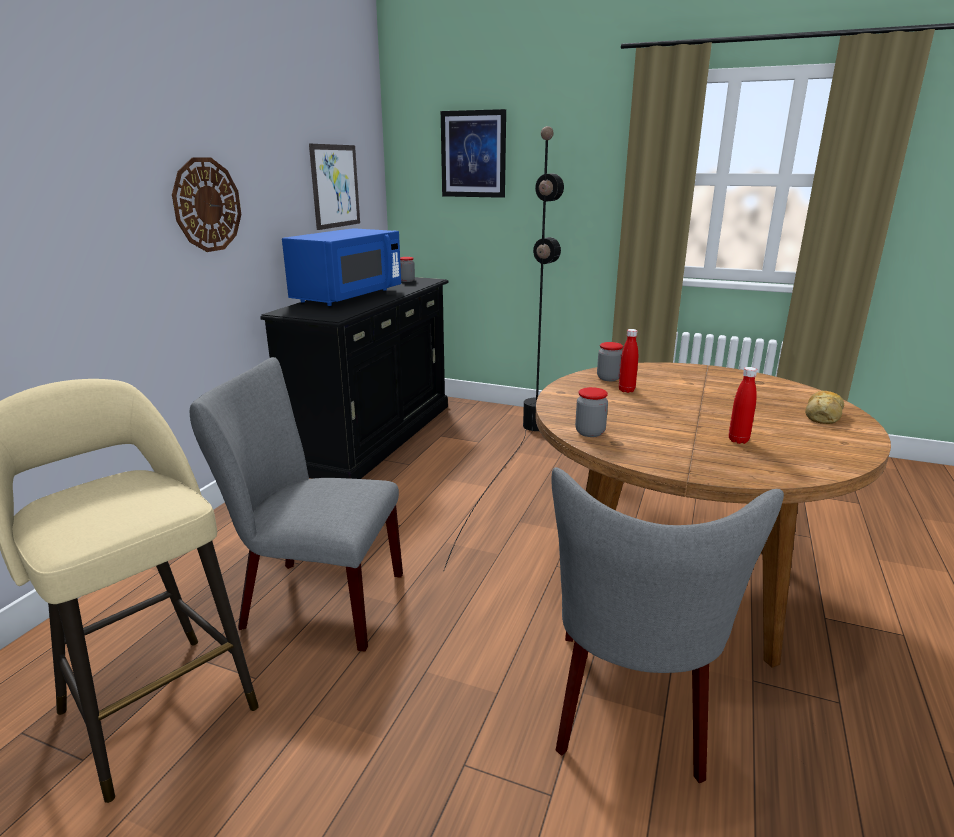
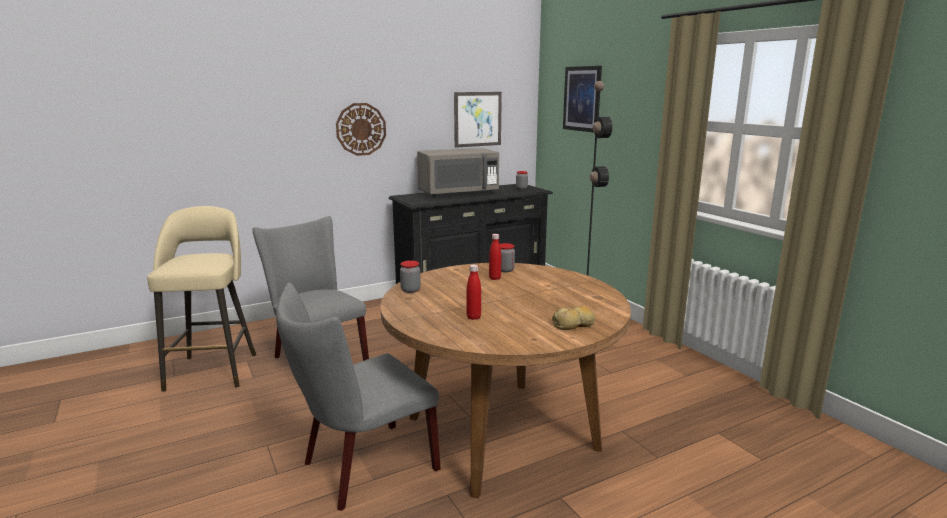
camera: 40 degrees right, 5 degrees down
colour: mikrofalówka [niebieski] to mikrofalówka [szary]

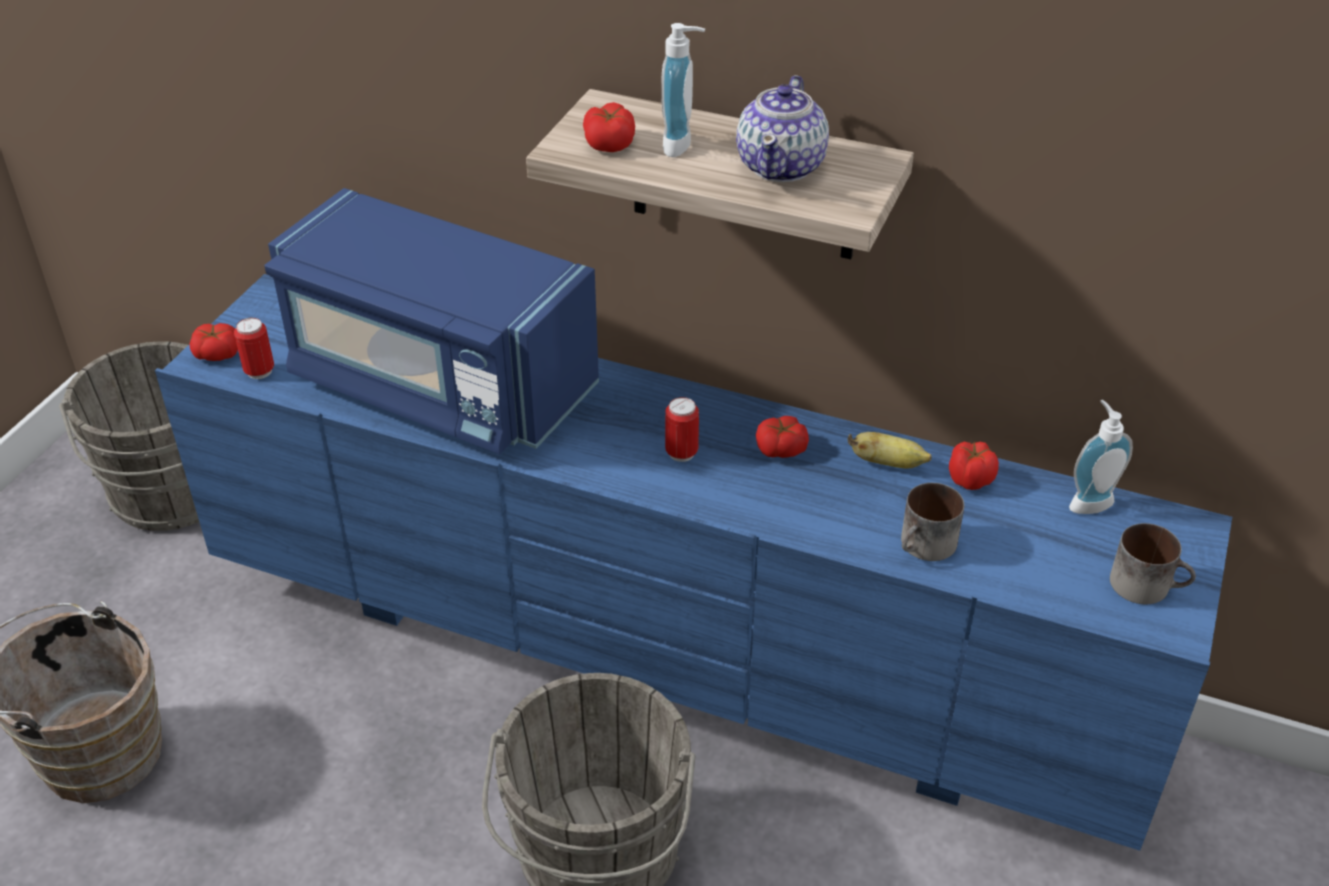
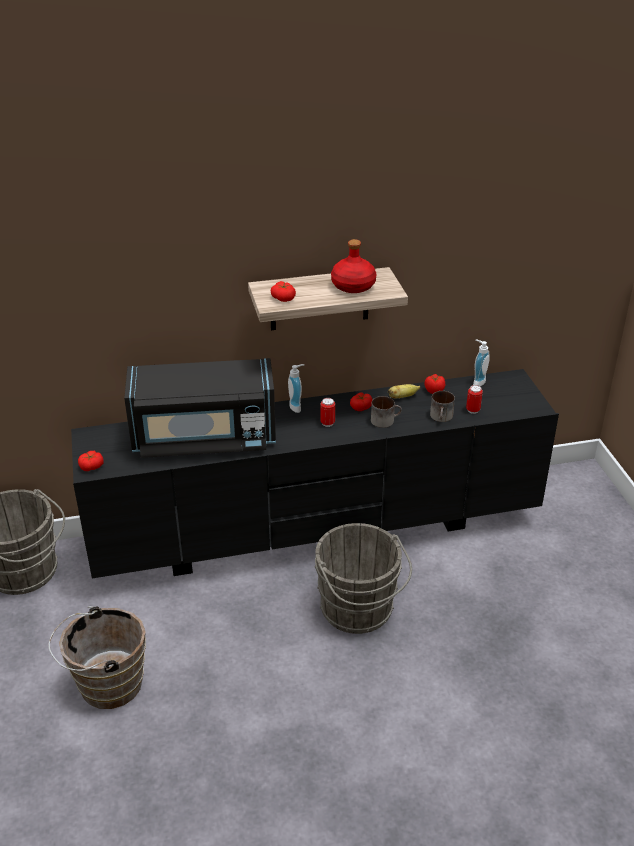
camera: 35 degrees left, 5 degrees down
relocated: puszka (no. 1 from left in the first image) to puszka (no. 2 from left); dozownik mydła (no. 1 from left); kubek (no. 2 from left in the first image) to kubek (no. 1 from left)
exchanged: imbryk to butelka [czerwony]
colour: szafka [niebieski] to szafka [czarny]; mikrofalówka [niebieski] to mikrofalówka [czarny]

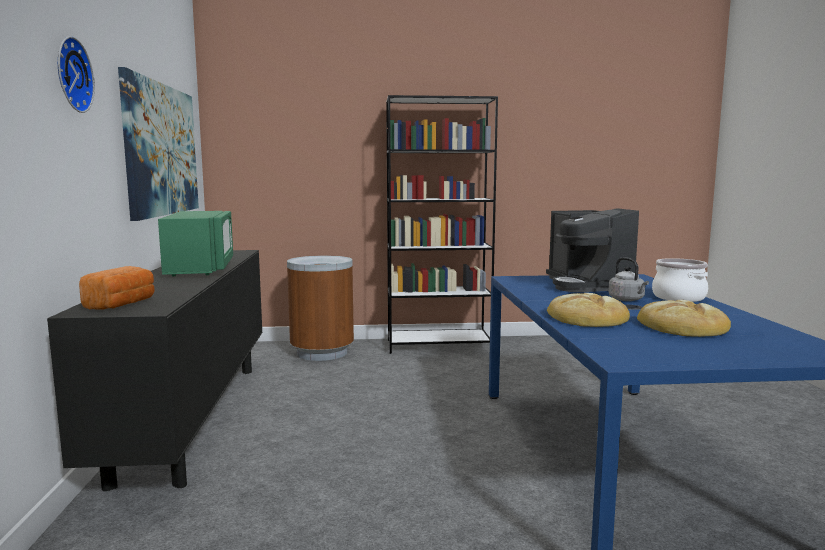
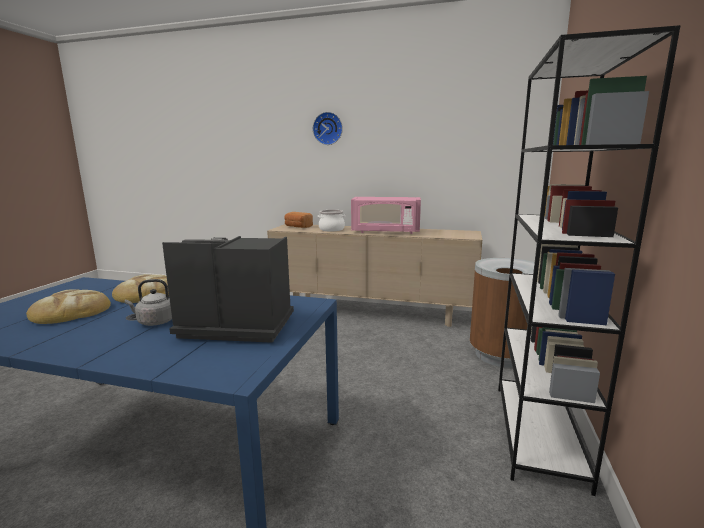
camera: 110 degrees right, 5 degrees up
missing: obraz
relocated: garnek
colour: szafka [czarny] to szafka [beżowy]; mikrofalówka [zielony] to mikrofalówka [różowy]

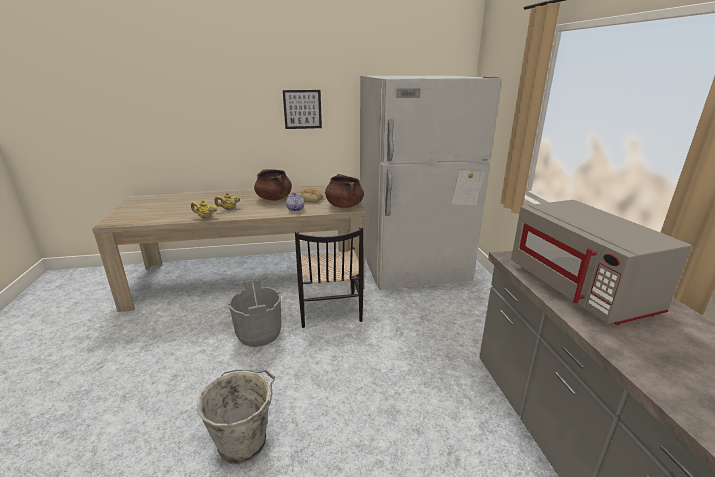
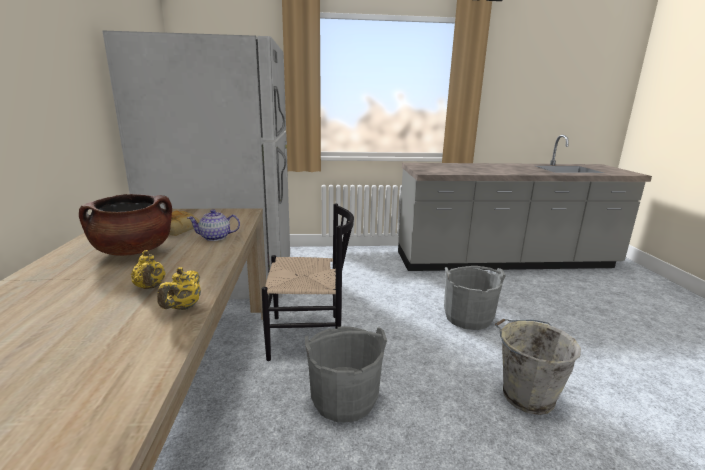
camera: 85 degrees left, 5 degrees down
missing: obraz; garnek [brązowy] (no. 2 from left); mikrofalówka [szary]
appeared: wiadro [szary] (no. 2 from left)

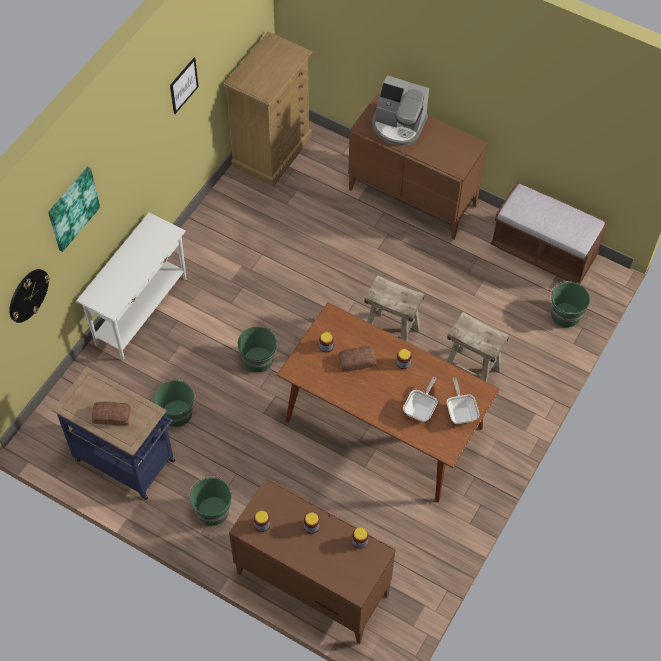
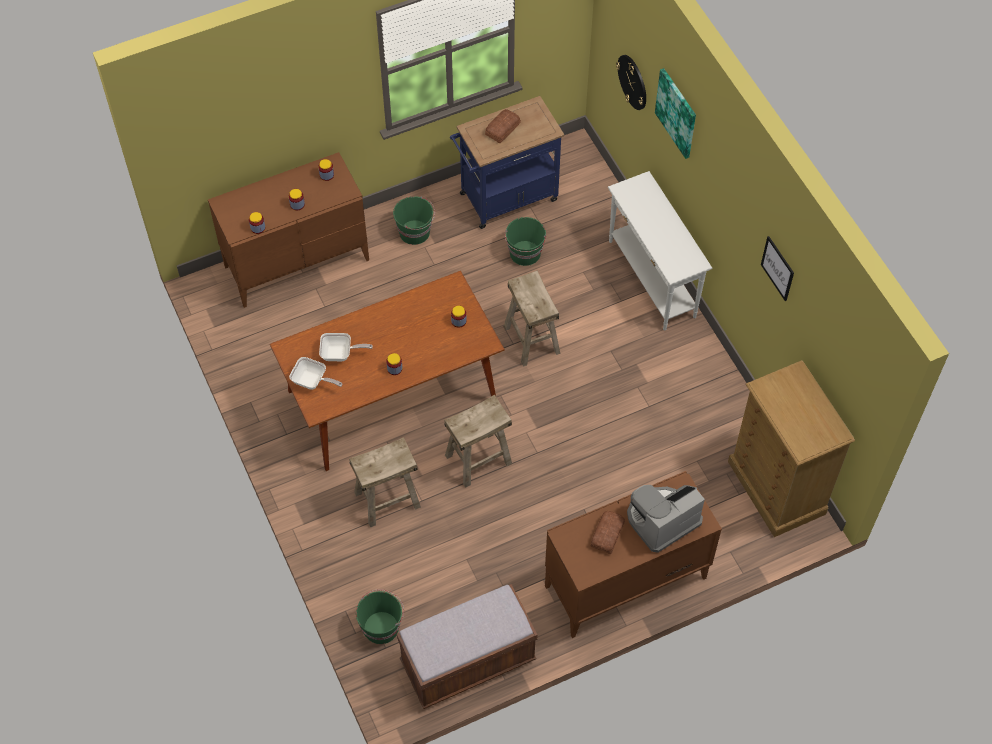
camera: 125 degrees right, 0 degrees up
relocated: chleb (no. 2 from left)
exchanged: wiadro [zielony] (no. 3 from left) to stołek [beżowy] (no. 3 from left)
spun: patelnia (no. 1 from left in the first image) 60 degrees counterclockwise

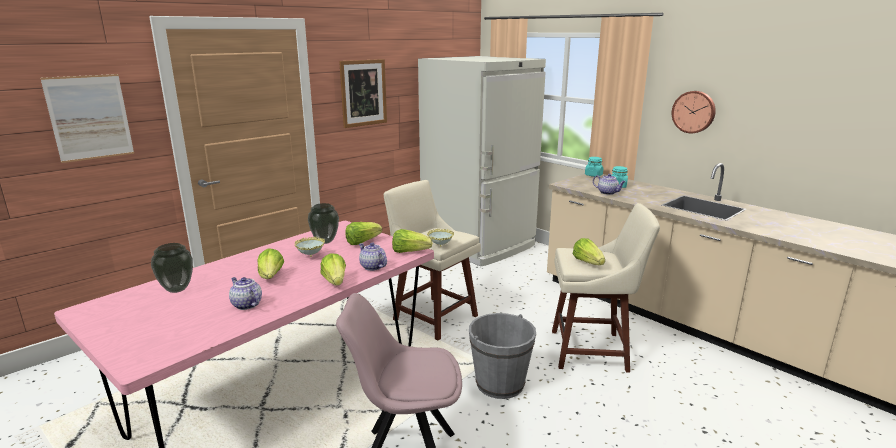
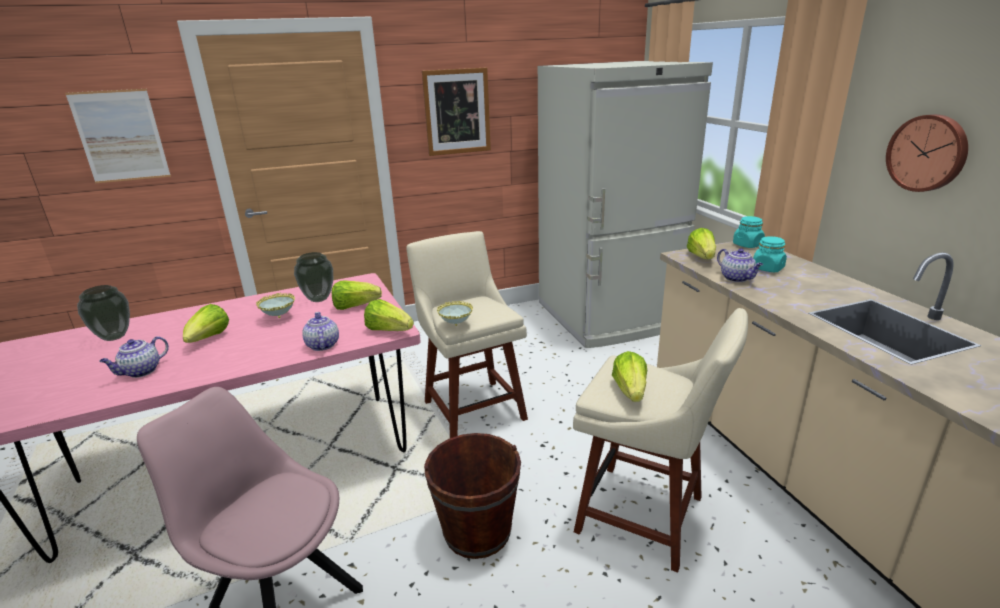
camera: 25 degrees right, 5 degrees up
relocated: sałata (no. 2 from left in the first image) to sałata (no. 5 from left)
colour: wiadro [szary] to wiadro [brązowy]
spun: imbryk (no. 1 from left) 120 degrees counterclockwise

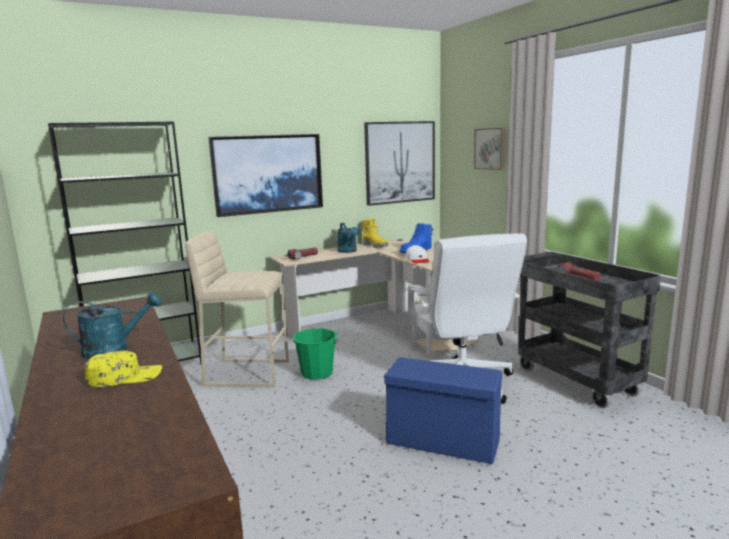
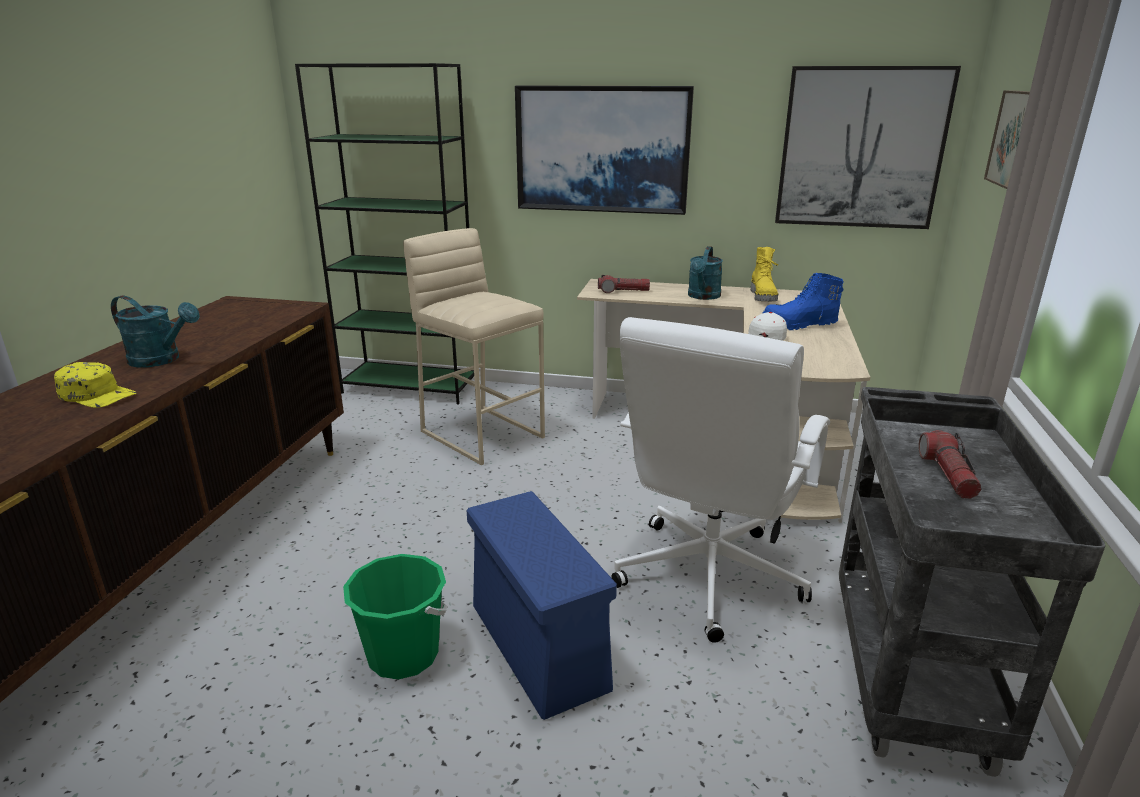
camera: 40 degrees right, 10 degrees up
relocated: wiadro [zielony]

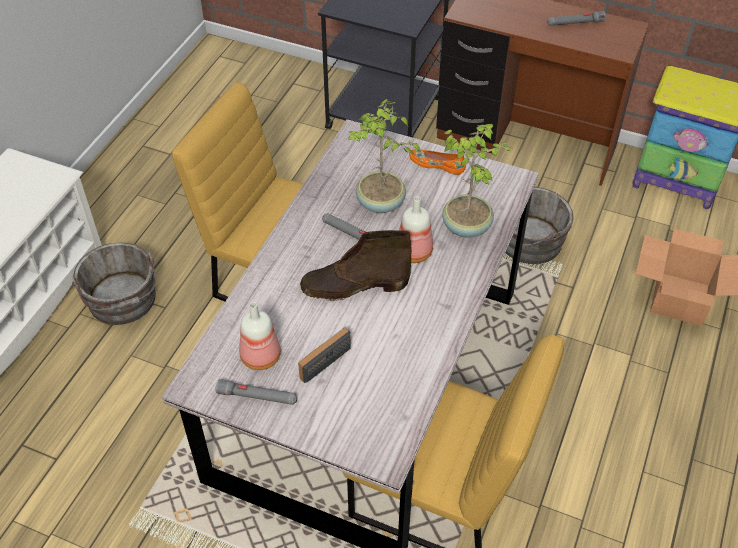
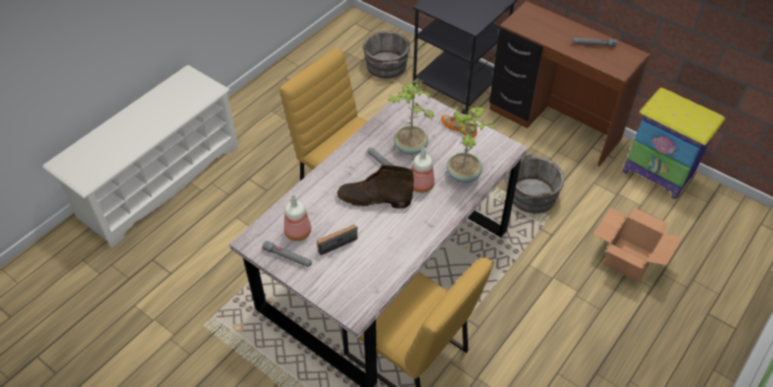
camera: 15 degrees right, 0 degrees up
relocated: wiadro [szary] (no. 1 from left)

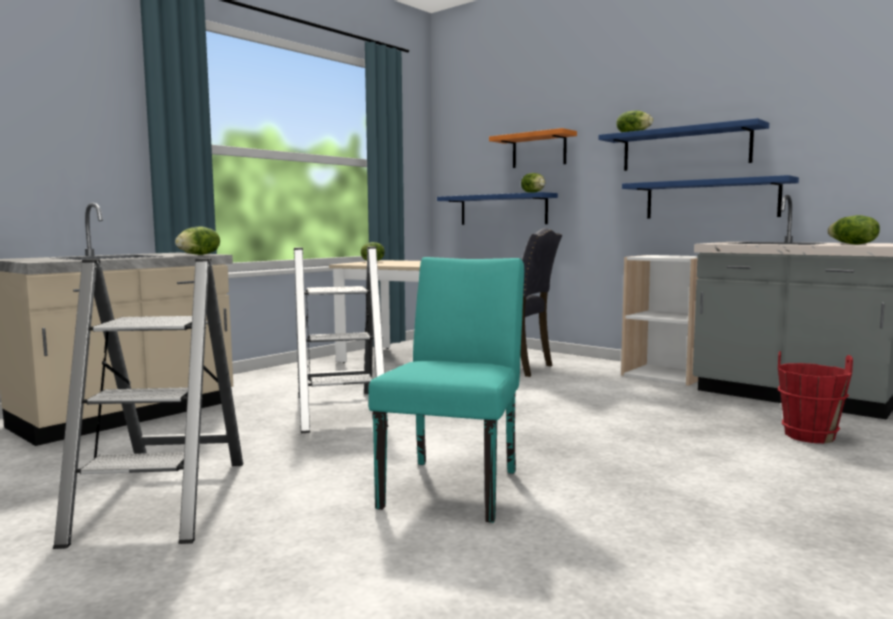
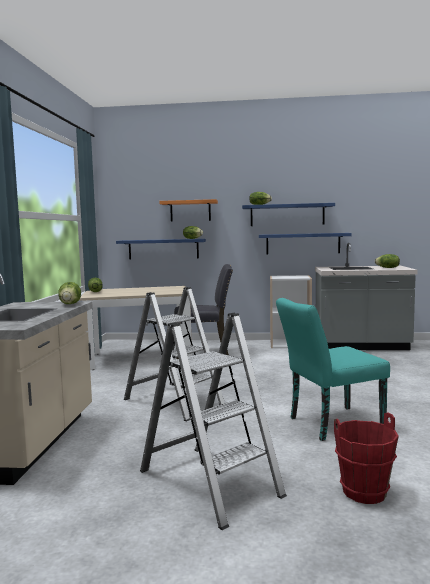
camera: 35 degrees left, 0 degrees up
relocated: wiadro [czerwony]
spun: krzesło [turkusowy] 90 degrees counterclockwise

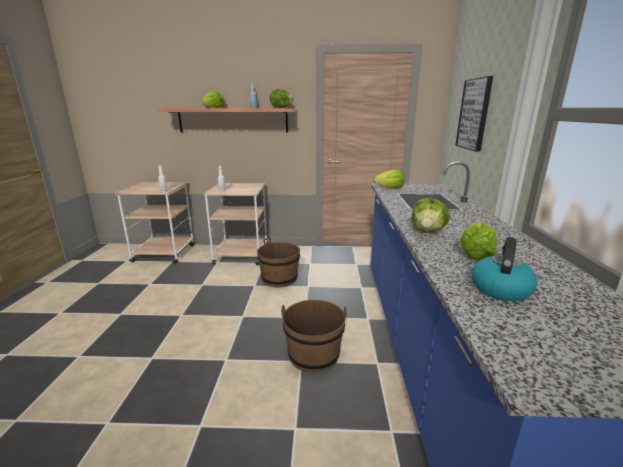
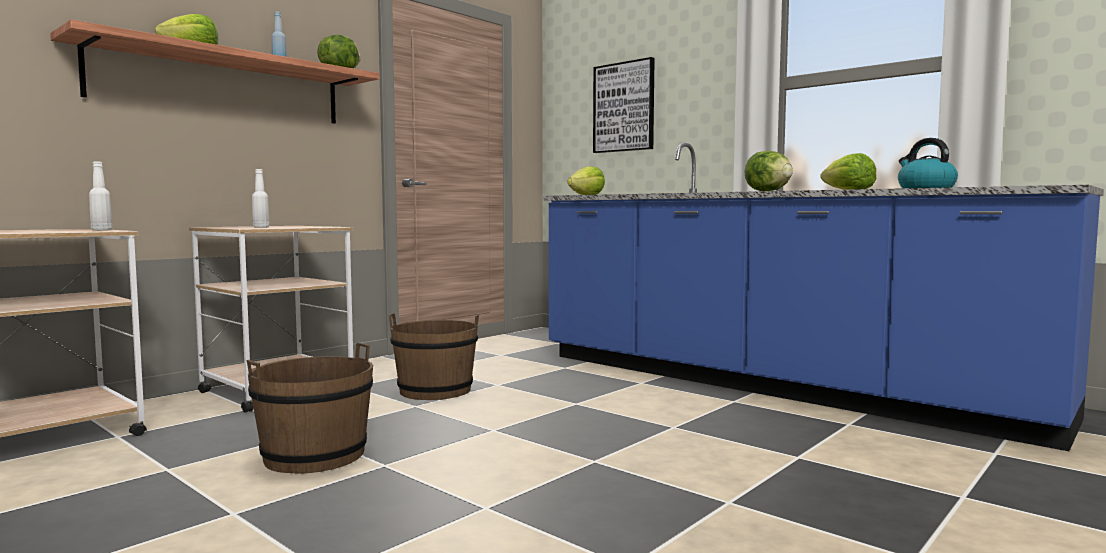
camera: 50 degrees left, 15 degrees down
relocated: wiadro [brązowy] (no. 2 from left in the first image) to wiadro [brązowy] (no. 1 from left)

